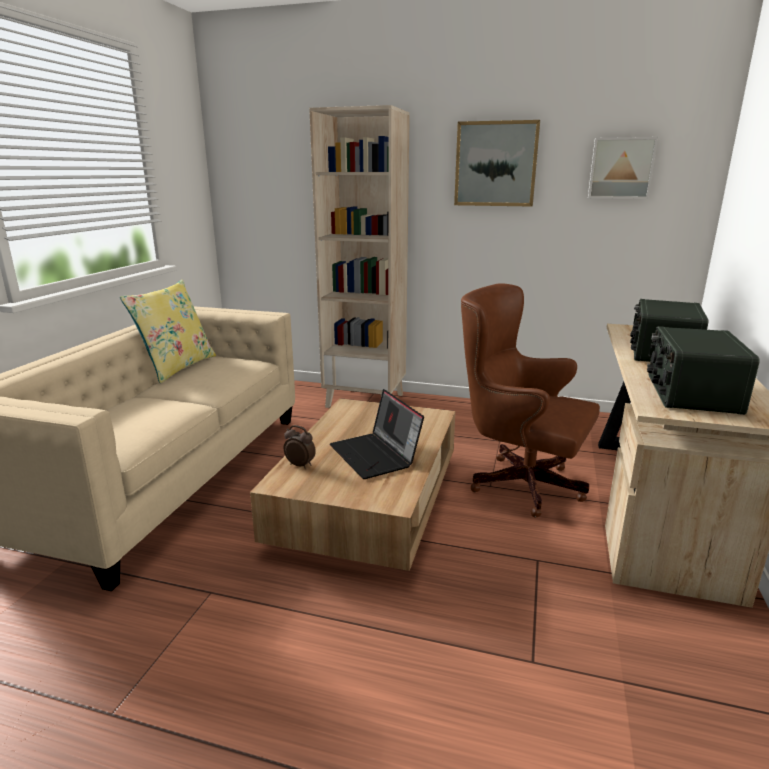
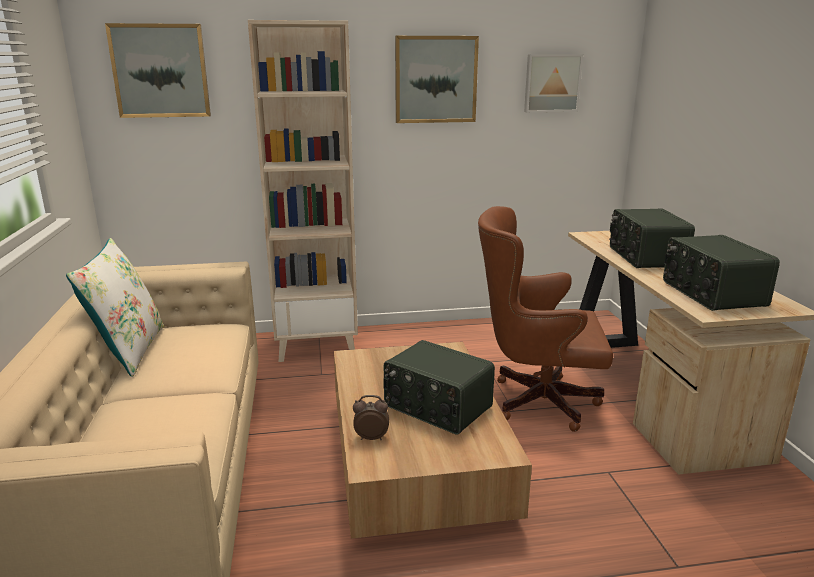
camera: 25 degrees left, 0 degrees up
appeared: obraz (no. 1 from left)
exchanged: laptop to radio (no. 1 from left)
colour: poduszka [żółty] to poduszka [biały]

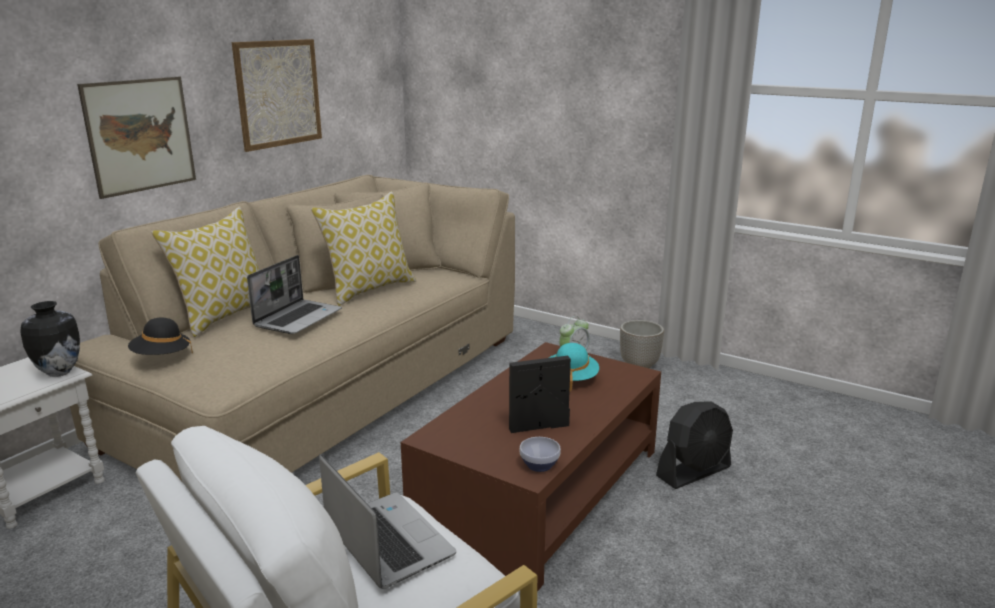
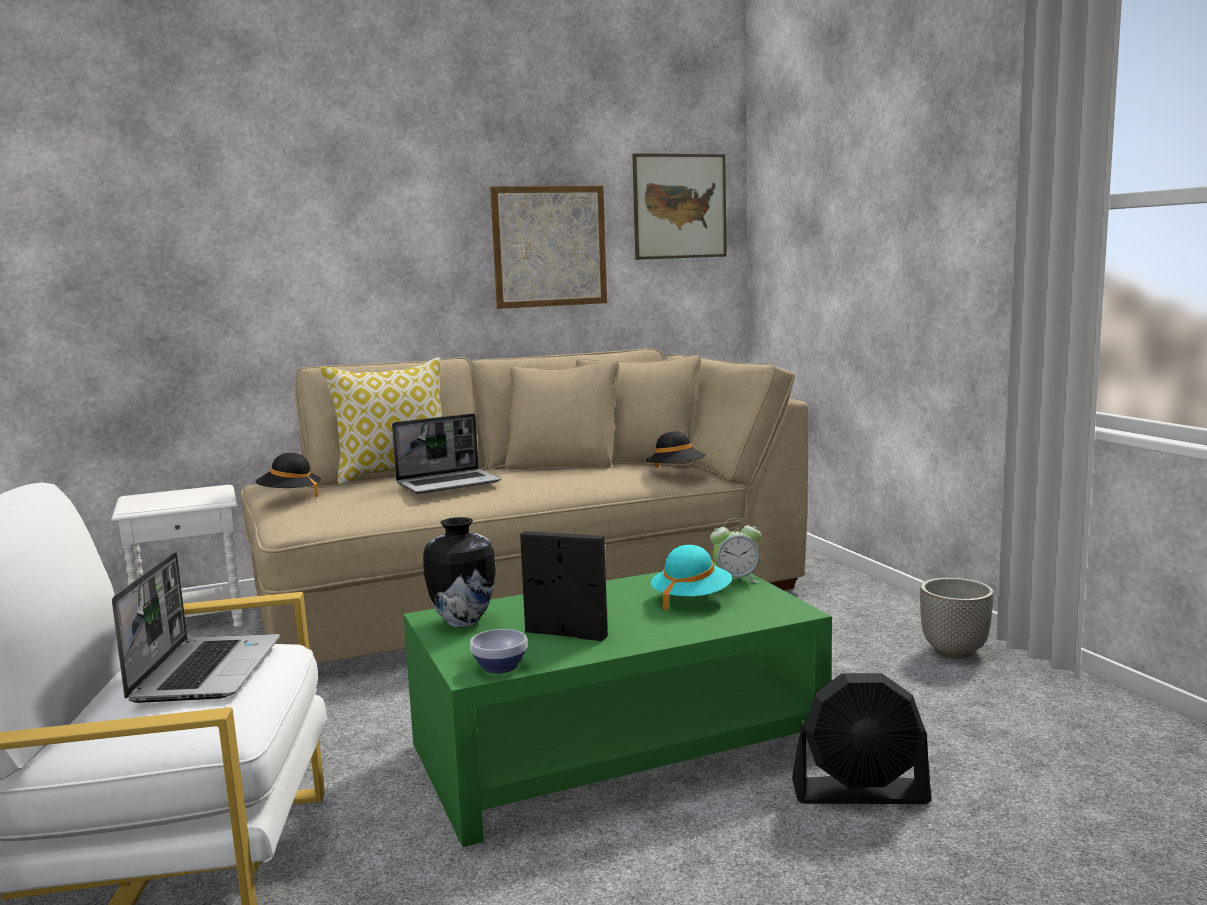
camera: 35 degrees right, 10 degrees down
missing: poduszka (no. 2 from left)
appeared: kapelusz [czarny] (no. 2 from left)
relocated: wazon; obraz (no. 1 from left in the first image) to obraz (no. 2 from left)
colour: ława [brązowy] to ława [zielony]

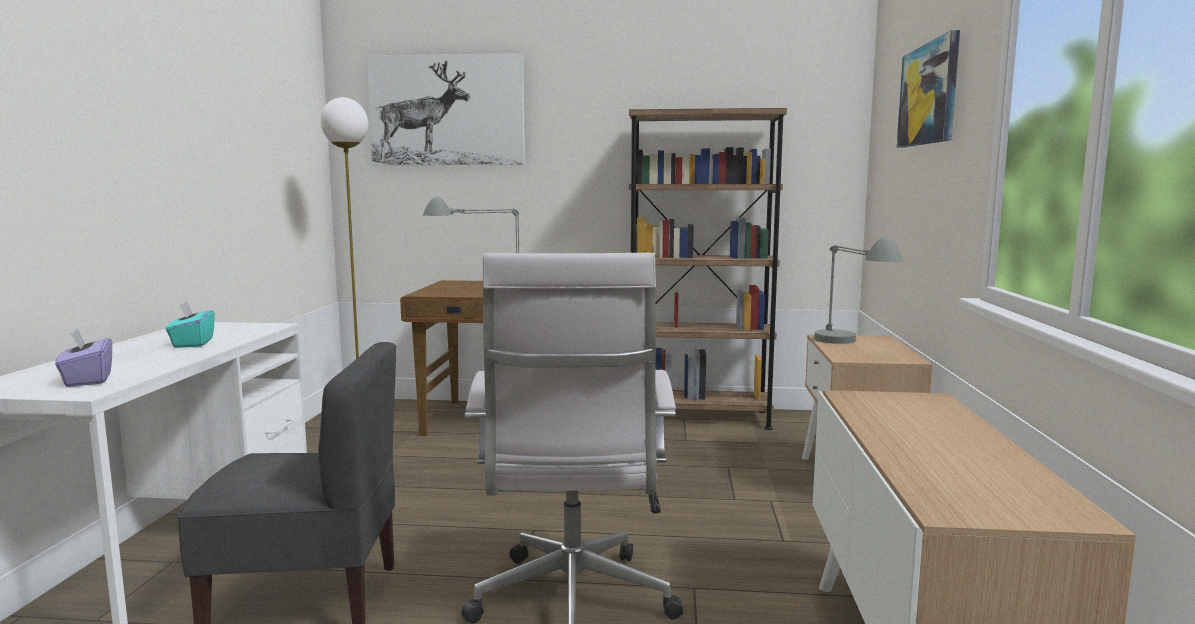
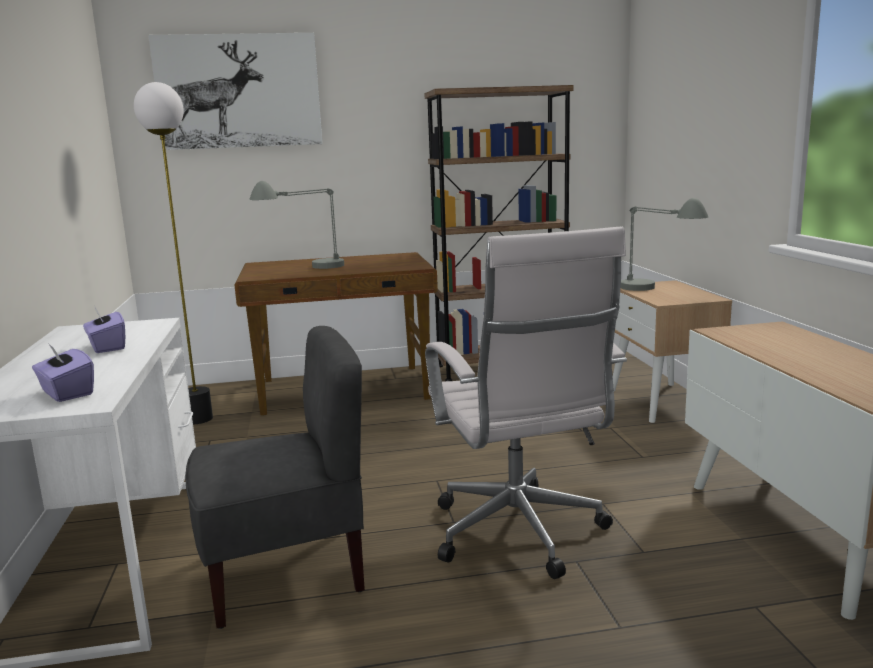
camera: 15 degrees left, 5 degrees up
missing: obraz (no. 2 from left)
colour: pudełko chusteczek [turkusowy] to pudełko chusteczek [fioletowy] (no. 2 from left)

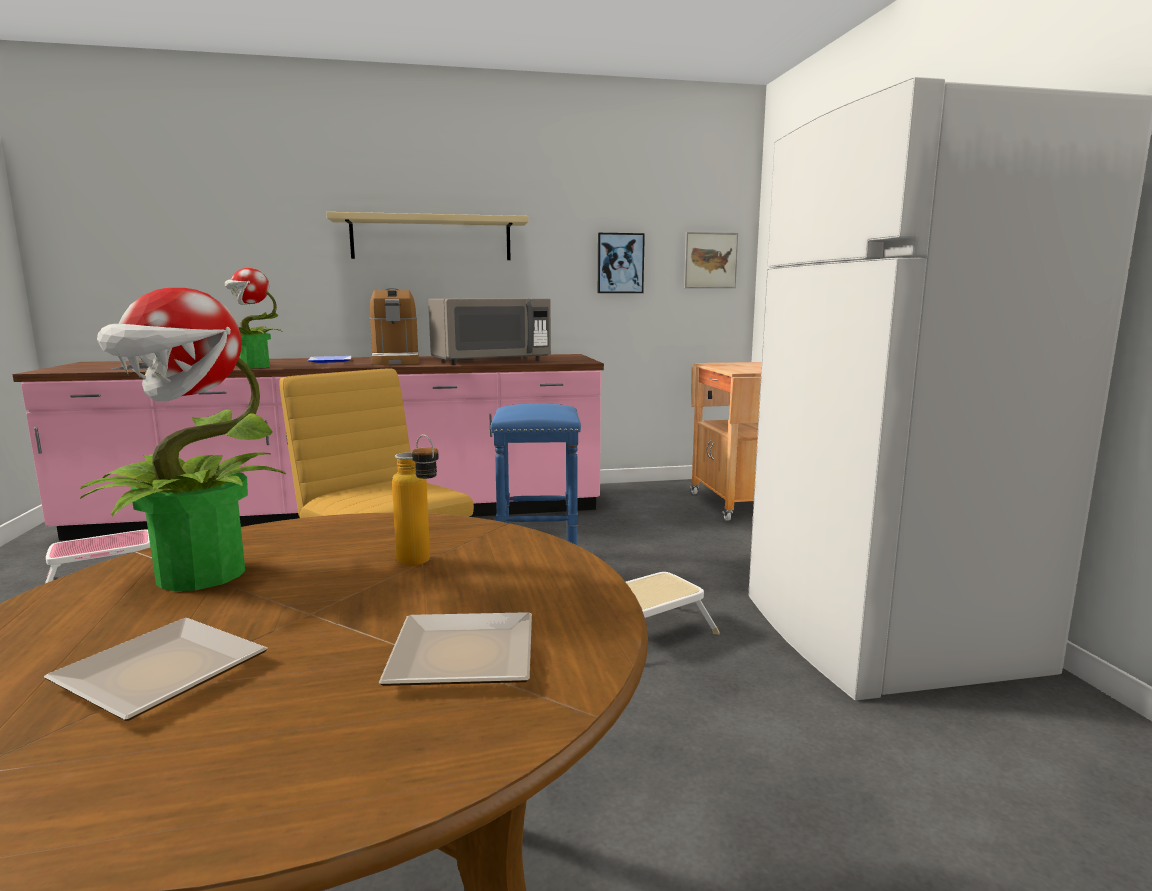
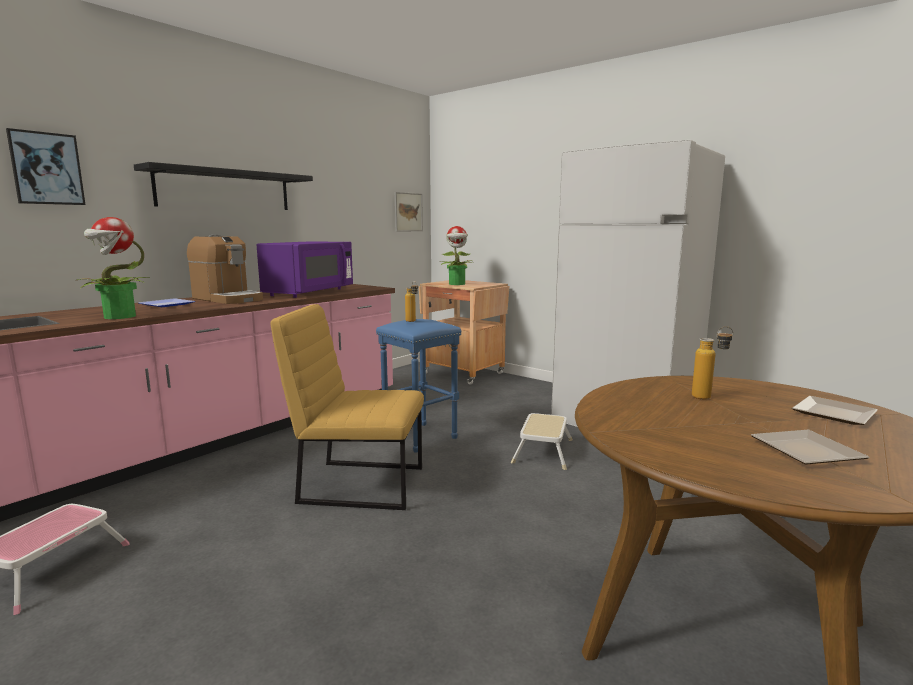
camera: 40 degrees left, 0 degrees up
appeared: butelka (no. 1 from left)
relocated: roślina doniczkowa (no. 1 from left in the first image) to roślina doniczkowa (no. 2 from left); obraz (no. 1 from left)
colour: półka [beżowy] to półka [czarny]; mikrofalówka [szary] to mikrofalówka [fioletowy]

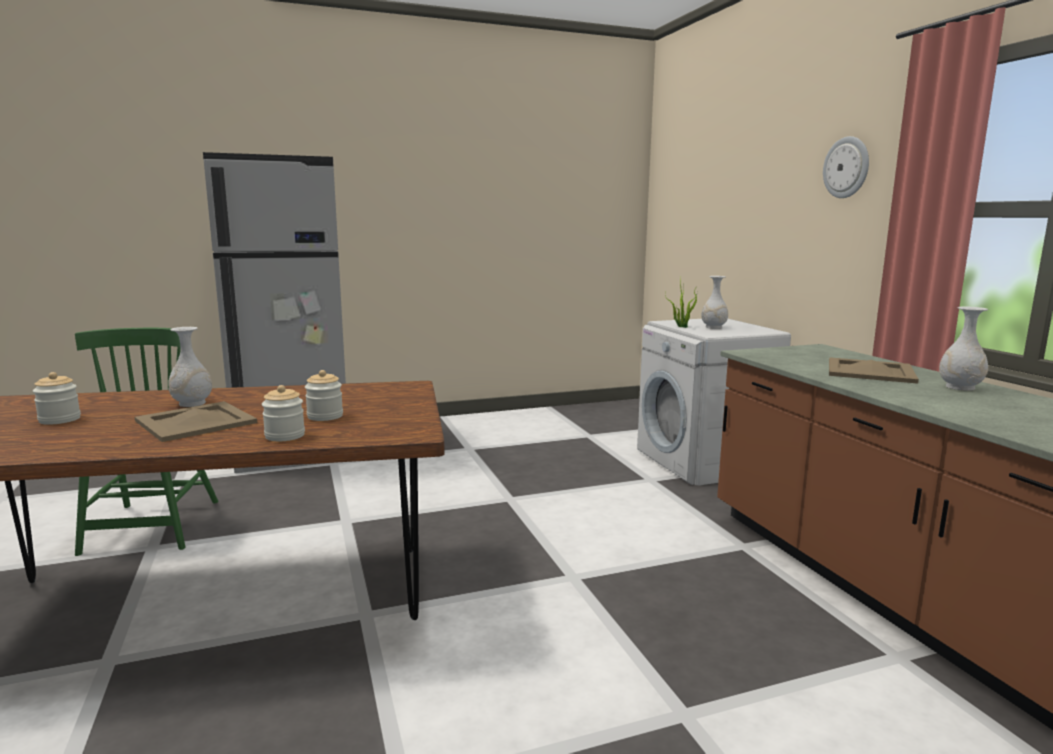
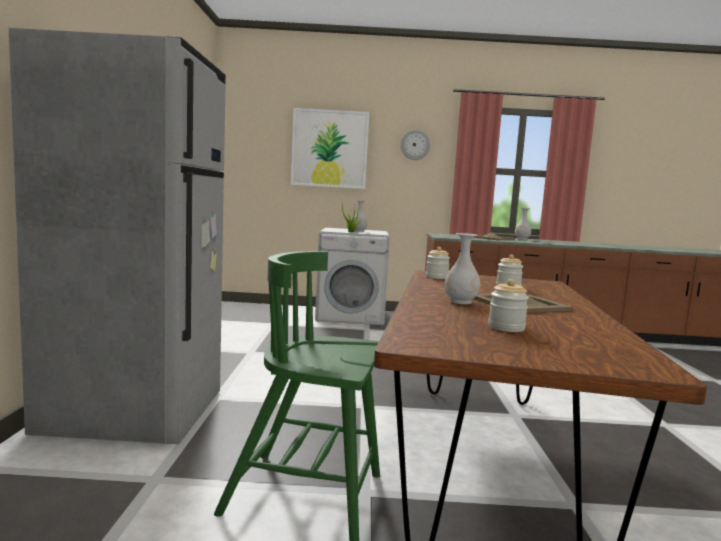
camera: 70 degrees left, 5 degrees down
appeared: obraz
relocated: słoik (no. 2 from left in the first image) to słoik (no. 1 from left)

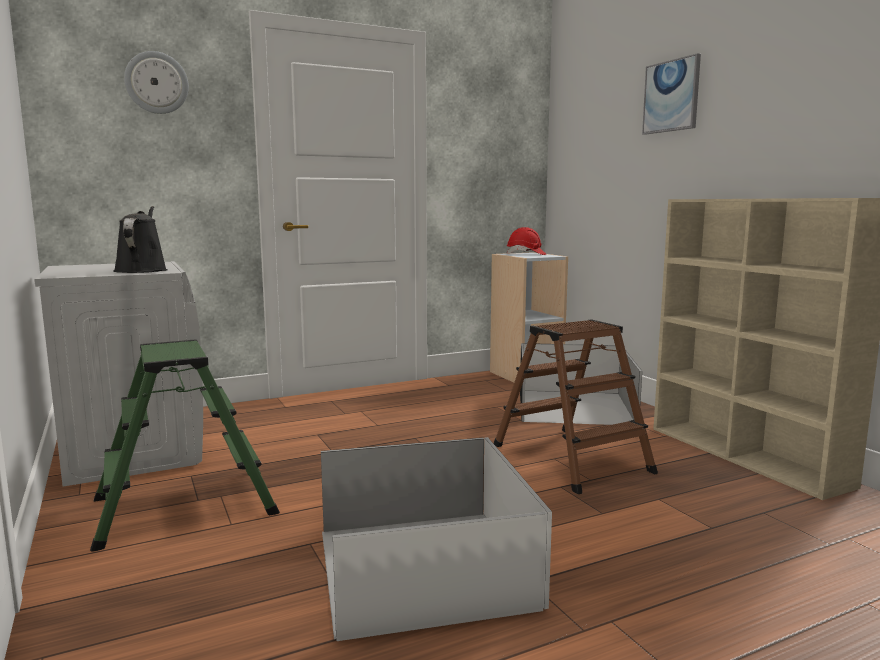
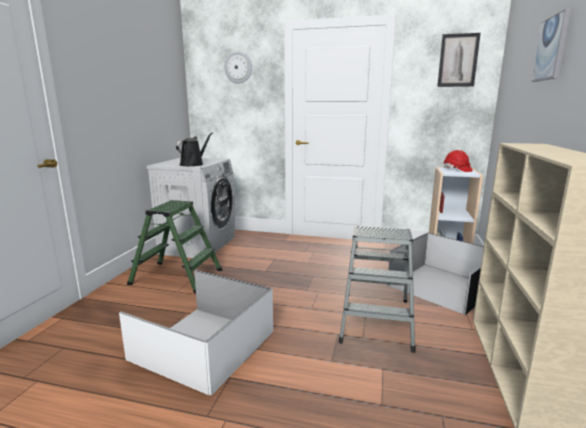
camera: 40 degrees right, 5 degrees up
appeared: obraz (no. 1 from left)
colour: drabinka [brązowy] to drabinka [szary]

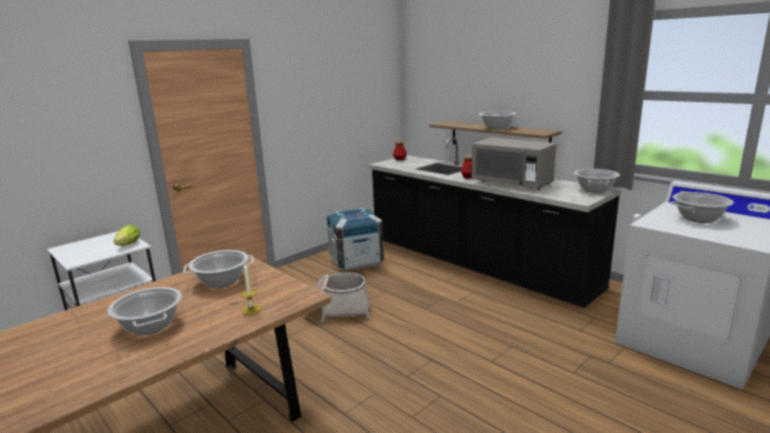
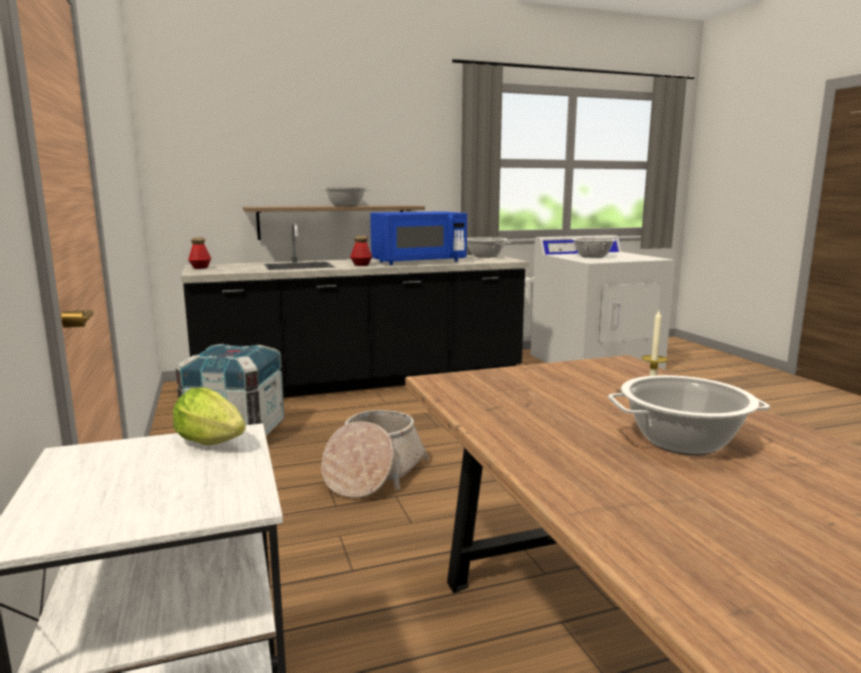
camera: 65 degrees left, 5 degrees down
missing: garnek (no. 2 from left)
colour: mikrofalówka [szary] to mikrofalówka [niebieski]

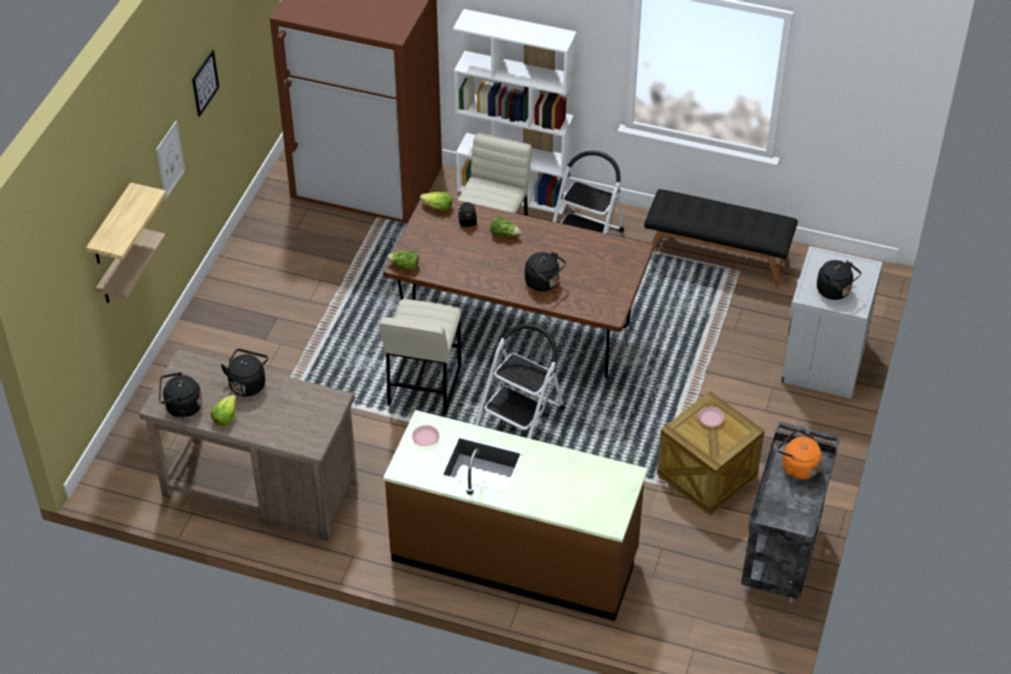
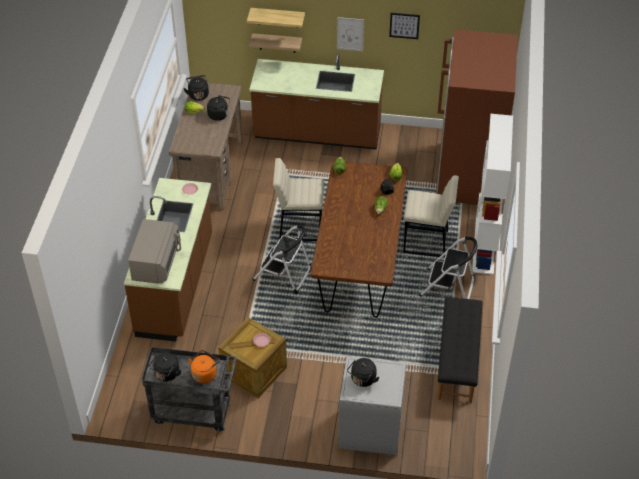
camera: 80 degrees right, 0 degrees up
appeared: mikrofalówka [szary]; zabudowa kuchenna [brązowy] (no. 2 from left)
relocated: czajnik [czarny] (no. 3 from left in the first image) to czajnik [czarny] (no. 1 from left)

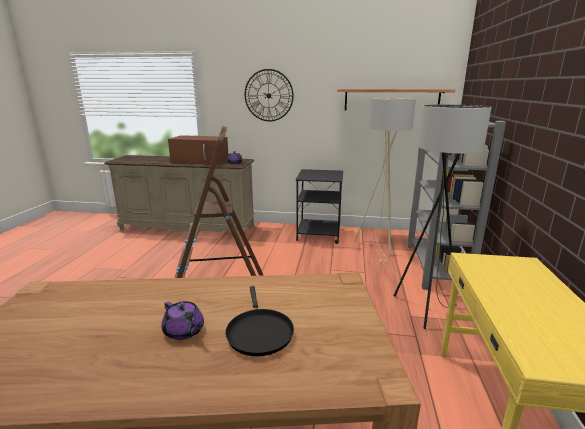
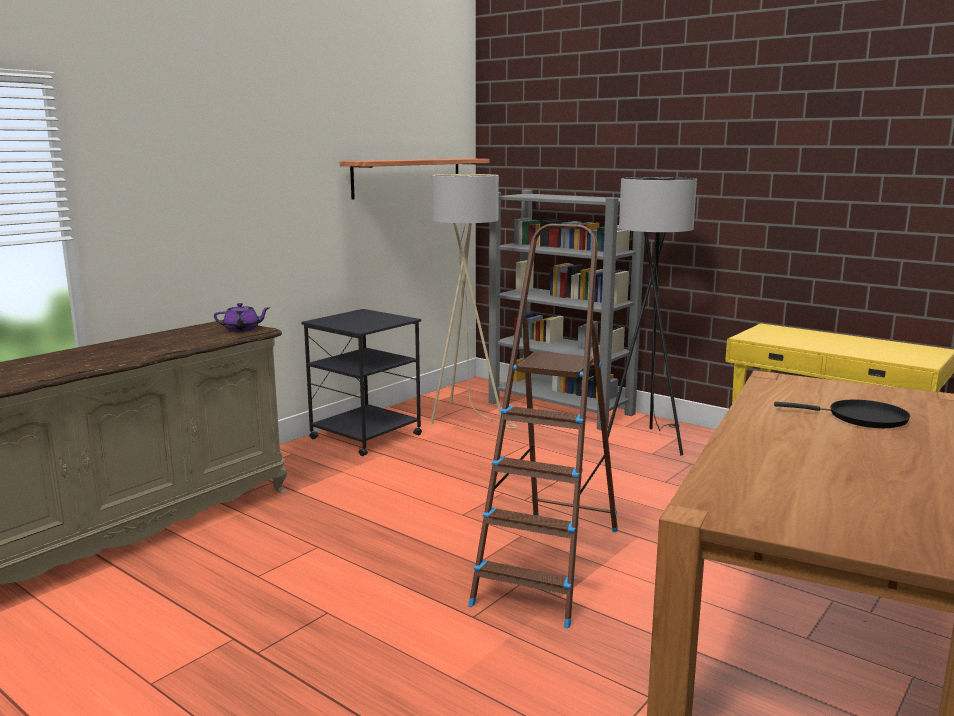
camera: 60 degrees left, 5 degrees down
missing: imbryk [fioletowy] (no. 1 from left); mikrofalówka [brązowy]; zegar ścienny

